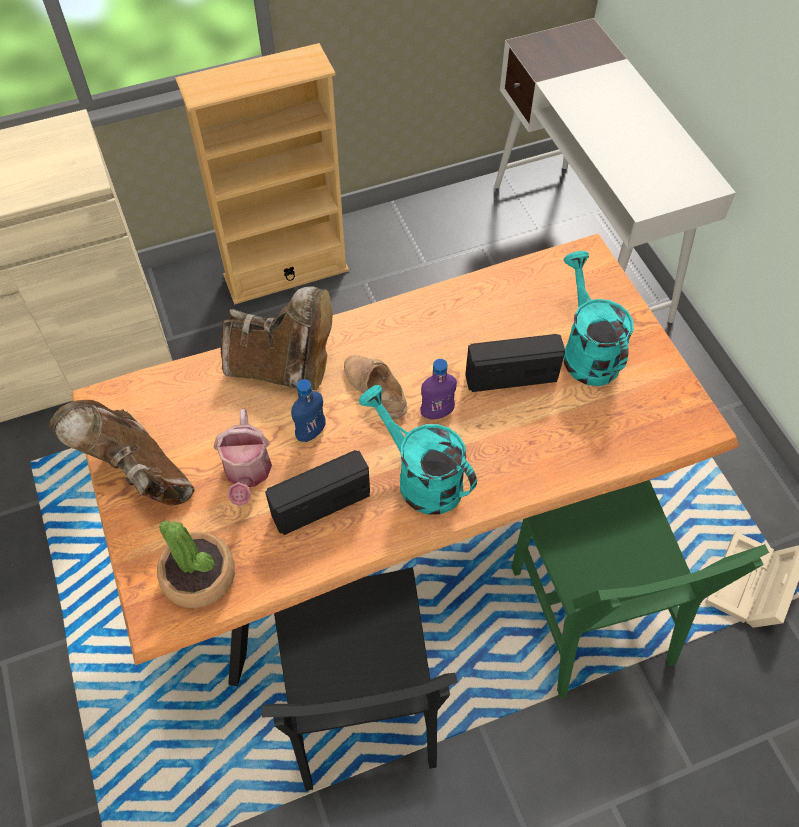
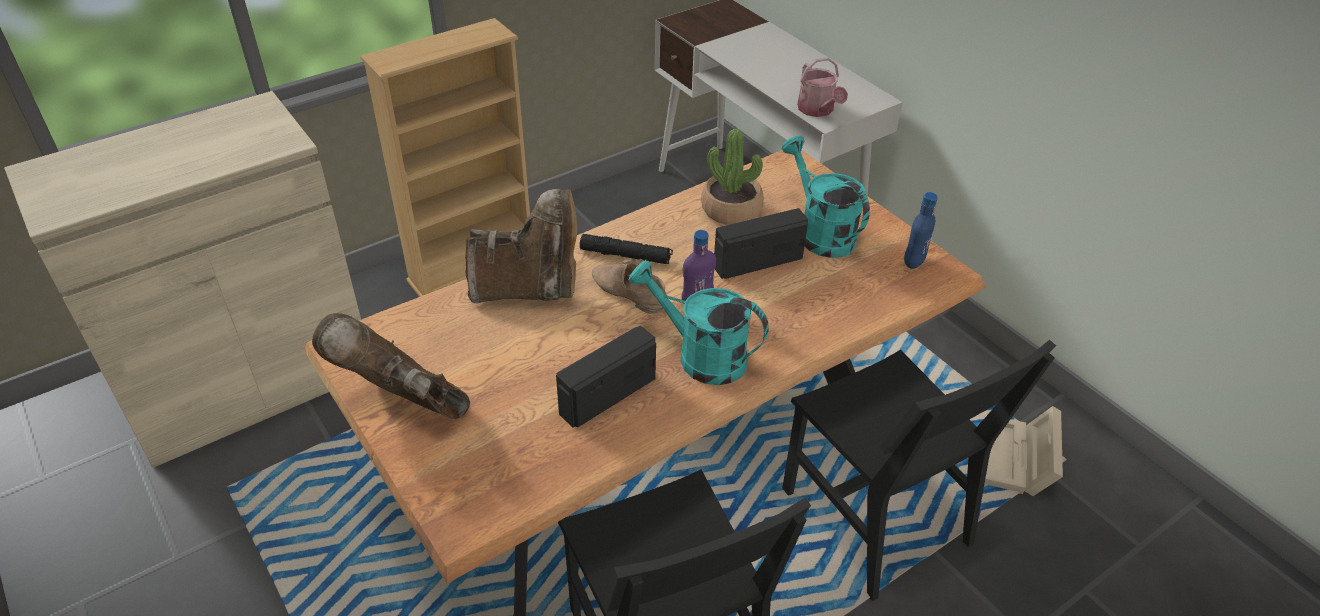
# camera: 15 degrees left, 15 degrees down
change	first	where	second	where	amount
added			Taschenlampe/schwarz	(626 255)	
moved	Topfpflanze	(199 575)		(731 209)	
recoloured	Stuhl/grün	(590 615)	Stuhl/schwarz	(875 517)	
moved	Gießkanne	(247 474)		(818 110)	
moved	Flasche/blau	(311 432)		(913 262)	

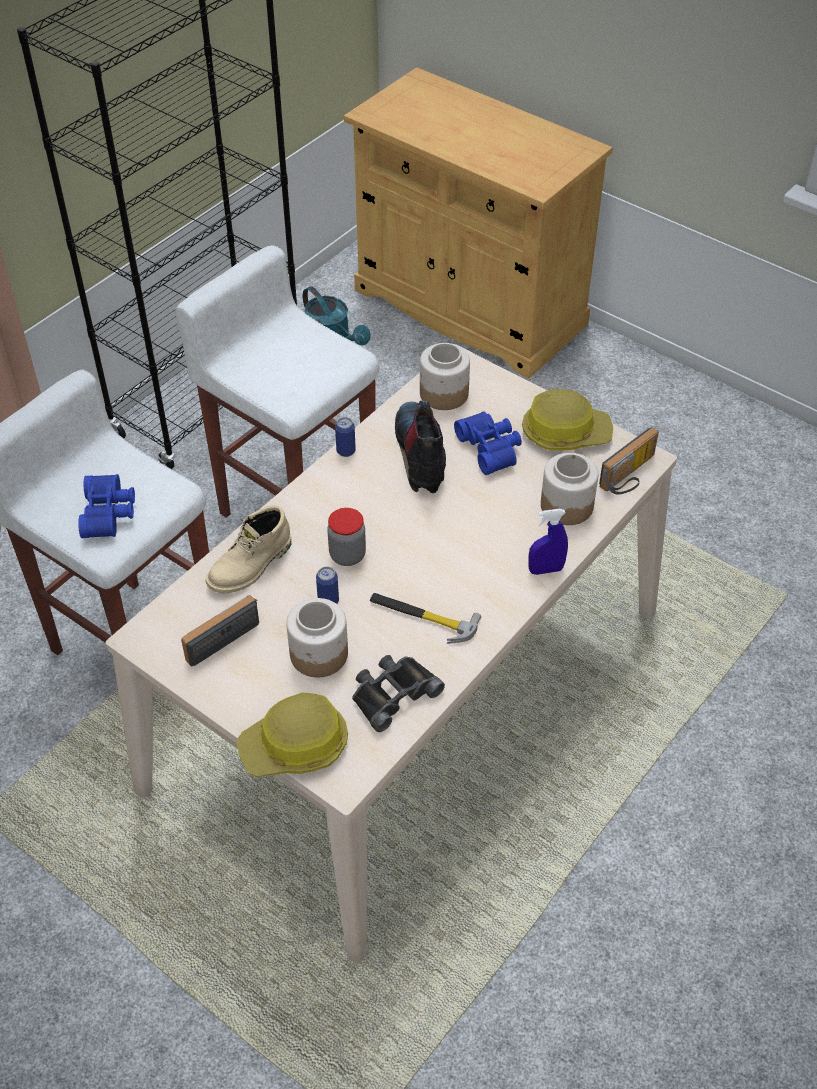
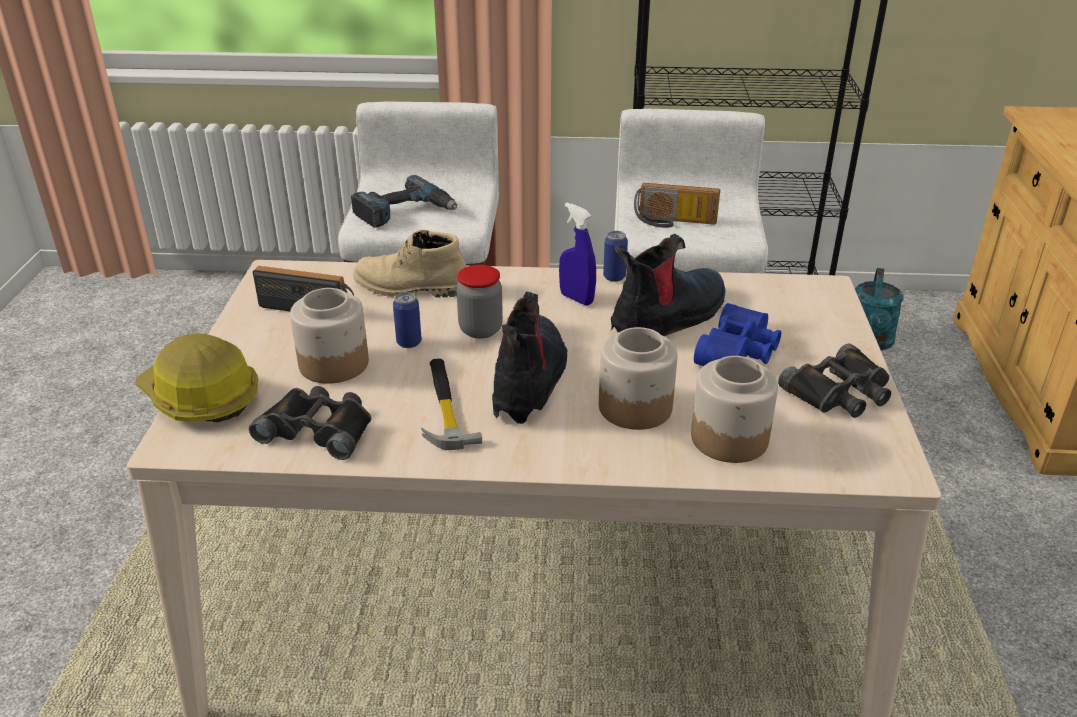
# camera: 55 degrees right, 15 degrees down
change	first	where	second	where	amount
replaced	Fernglas/blau	(110 513)	Bohrmaschine	(405 212)	
added			Stiefel	(529 379)	
moved	Sprühflasche/blau	(545 570)		(576 299)	
moved	Vorratsglas	(443 394)		(634 407)	
moved	Radio	(630 476)		(674 222)	
replaced	Schutzhelm	(565 432)	Fernglas/schwarz	(839 392)	

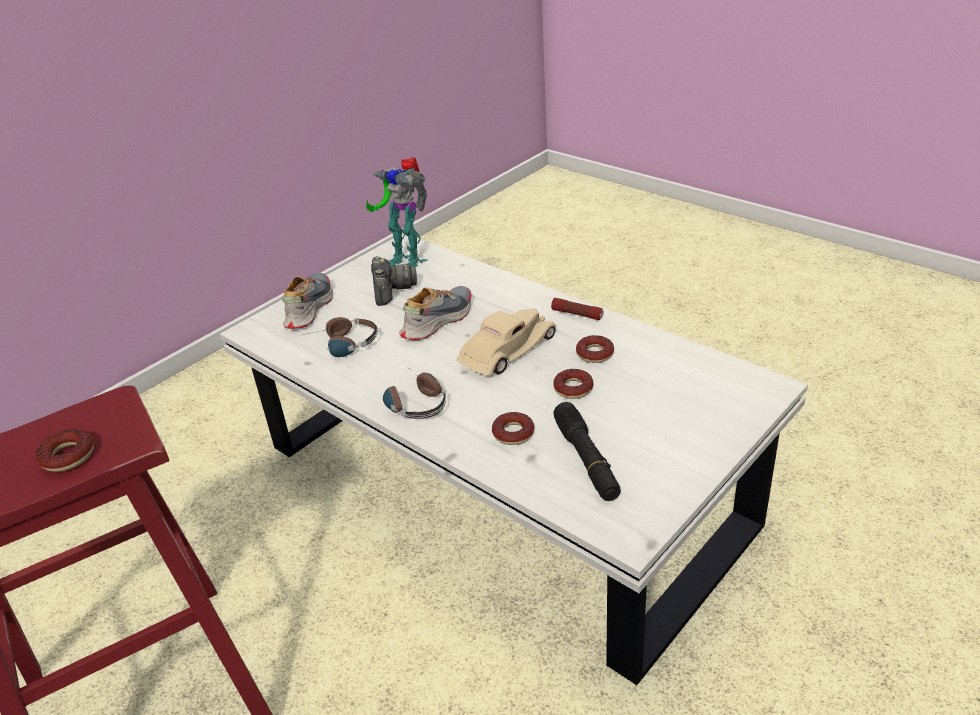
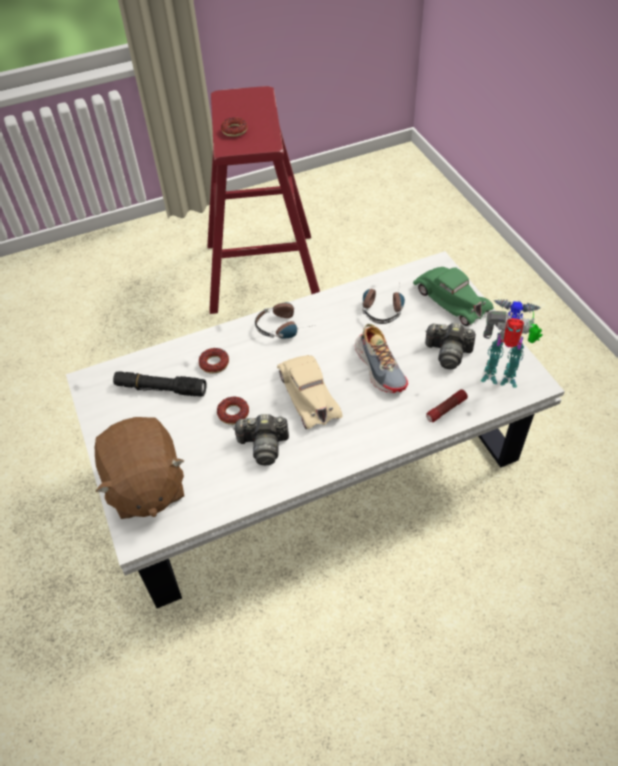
# camera: 115 degrees right, 15 degrees up
change	first	where	second	where	amount
added			Plüschtier/braun	(145 486)	
replaced	Donut	(595 353)	Kamera	(263 445)	
replaced	Schuh	(308 308)	Spielzeugauto/grün	(451 299)	
moved	Taschenlampe	(577 314)		(446 409)	
turned	Spielzeugroboter	(406 259)		(501 377)	45 degrees clockwise

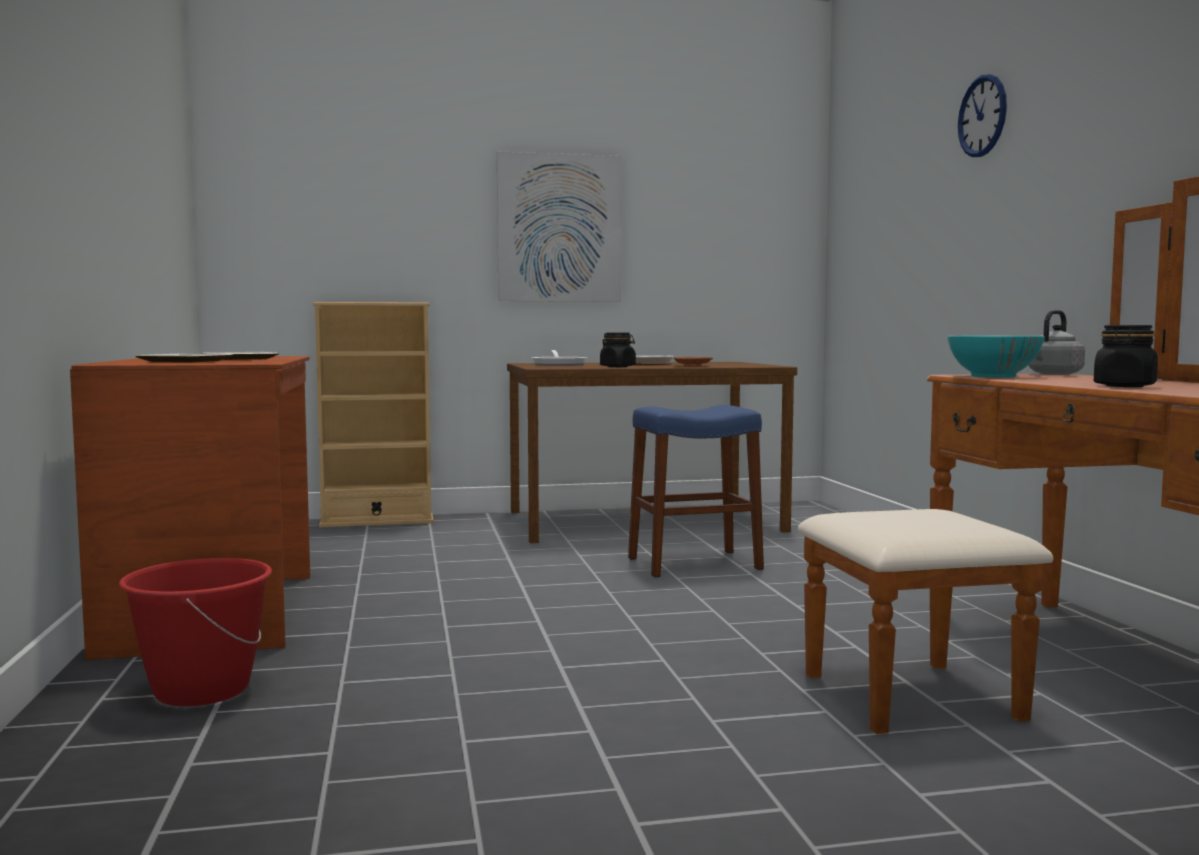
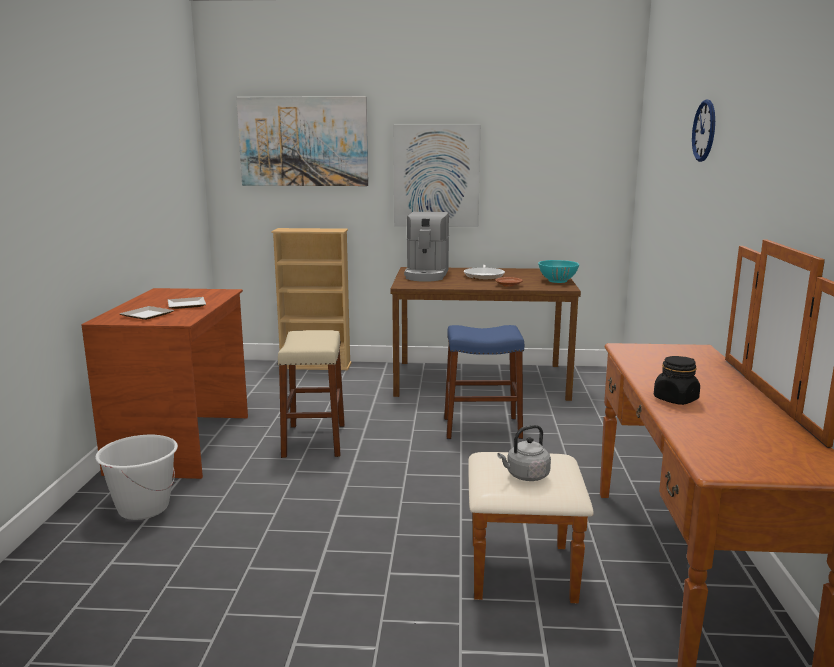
# camera: 15 degrees right, 10 degrees up
change	first	where	second	where	amount
recoloured	Eimer/rot	(201 690)	Eimer/weiß	(143 508)	
added			Bild	(303 141)	
added			Hocker/beige	(314 440)	
replaced	Pfanne	(559 364)	Kaffeemaschine	(426 275)	
moved	Wasserkessel/grau	(1053 374)		(525 476)	
moved	Schüssel/türkis	(993 376)		(557 281)	
removed	Vorratsglas/schwarz	(618 367)			

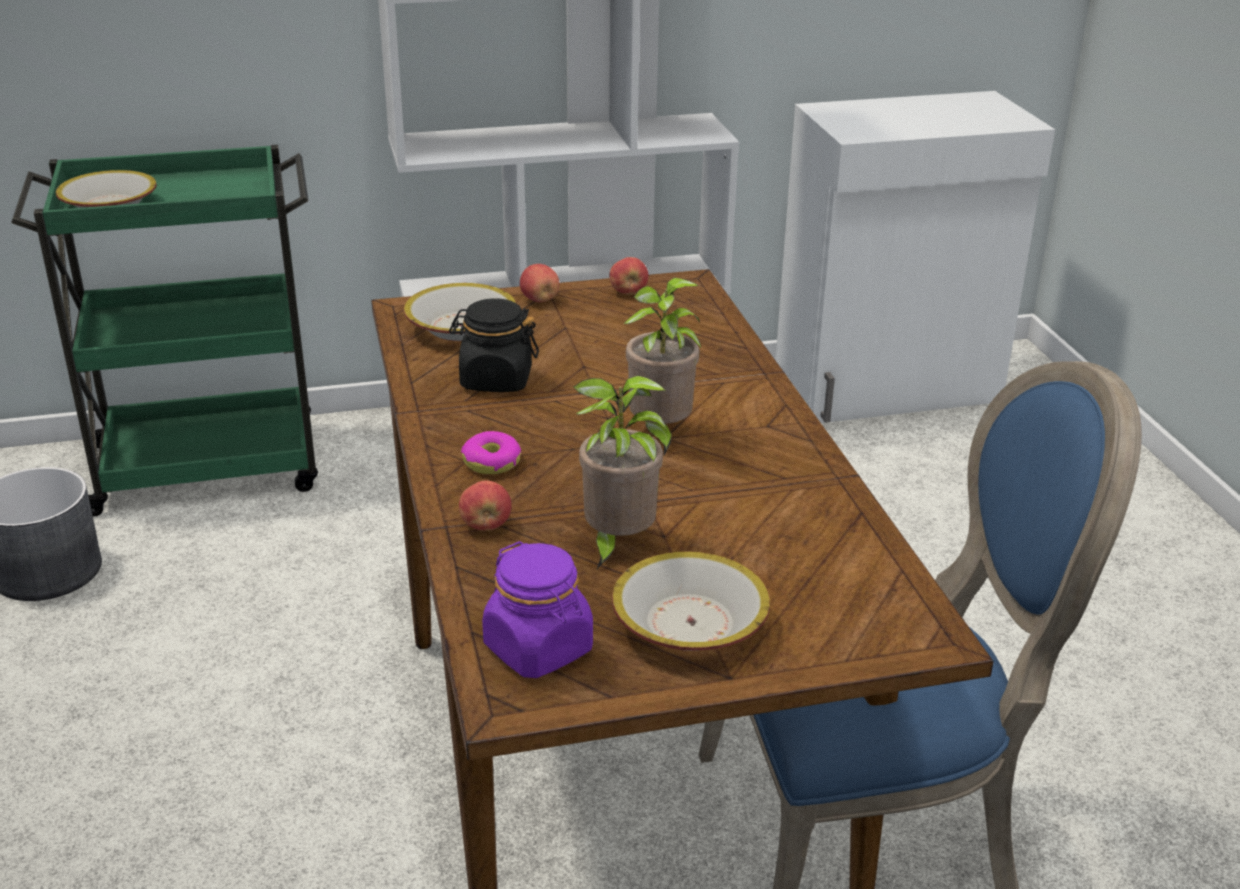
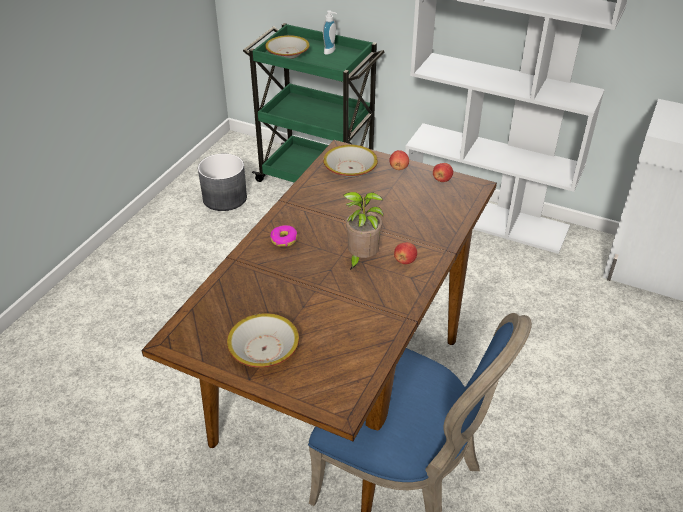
# camera: 40 degrees right, 10 degrees up
change	first	where	second	where	amount
added			Seifenspender	(331 51)	
moved	Apfel	(486 525)		(405 261)	
removed	Vorratsglas/schwarz	(495 380)			
removed	Vorratsglas/lila	(539 649)			
removed	Topfpflanze	(616 544)			

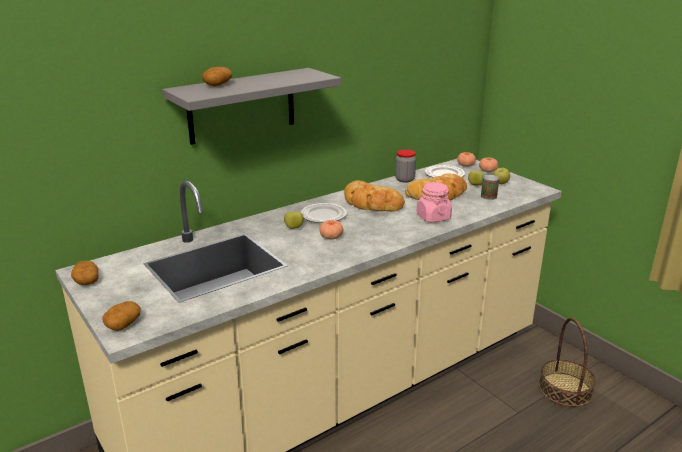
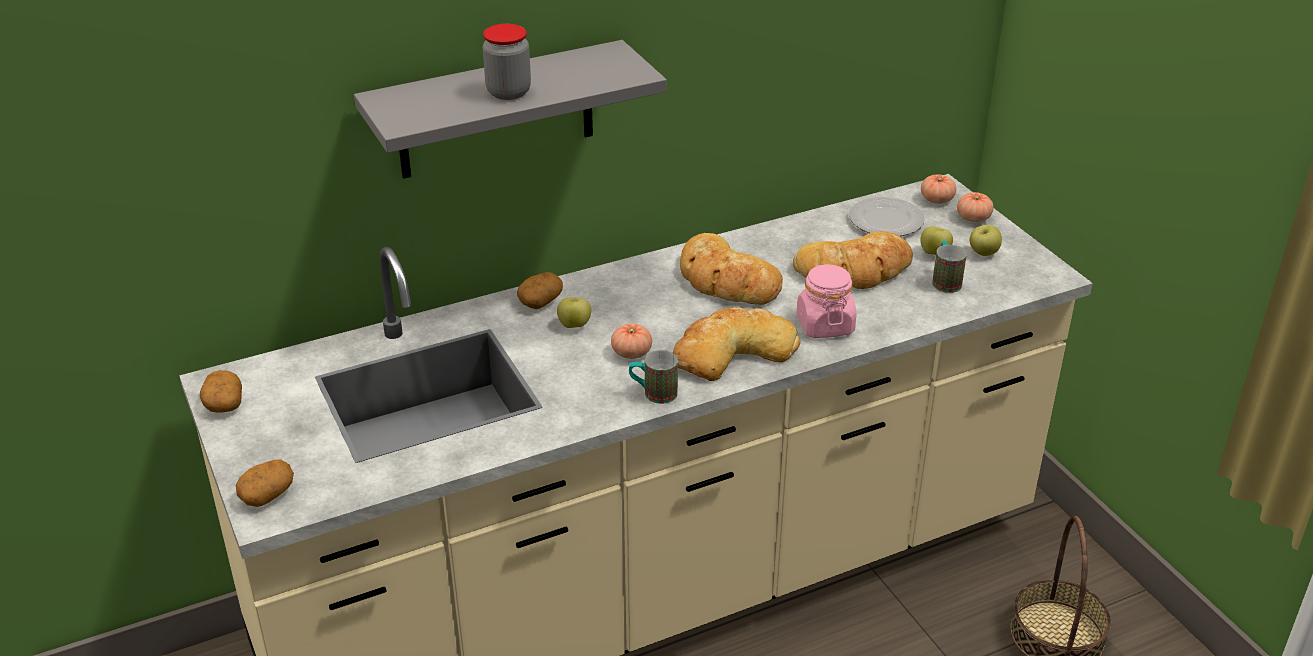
# camera: 10 degrees right, 10 degrees up
change	first	where	second	where	amount
moved	Vorratsglas	(404 179)		(508 92)	
moved	Kartoffel	(218 85)		(540 301)	
added			Henkelbecher	(653 393)	
added			Brot	(732 352)	
removed	Teller	(323 215)			

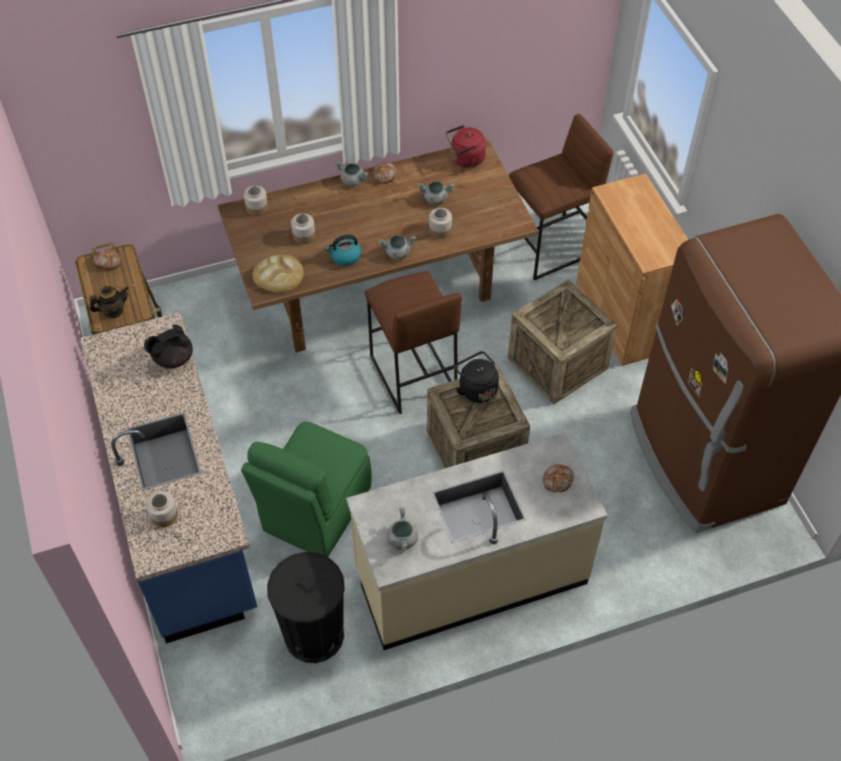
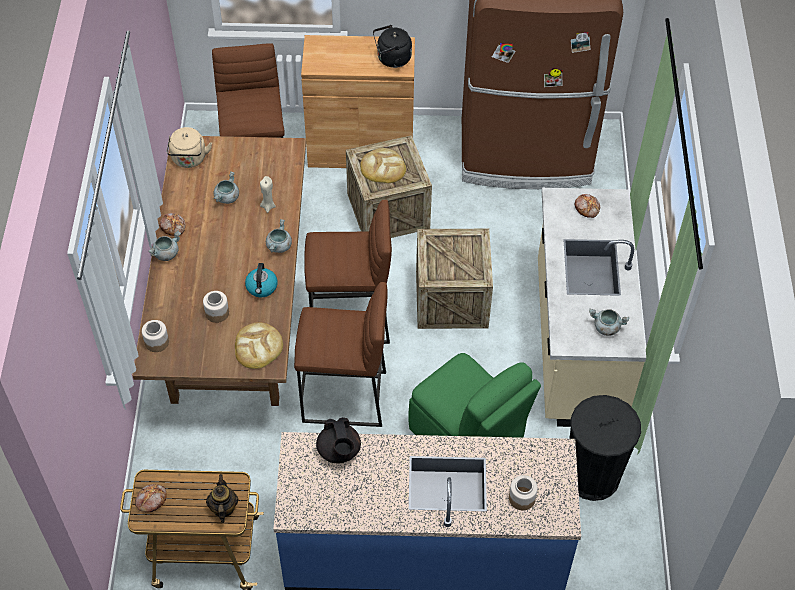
# camera: 70 degrees left, 0 degrees up
change	first	where	second	where	amount
recoloured	Wasserkessel/rot	(465 159)	Wasserkessel/beige	(189 160)	
replaced	Vorratsglas	(440 230)	Kerze/beige	(268 206)	
added			Hocker/braun	(344 397)	
added			Brot	(383 168)	
moved	Wasserkessel/schwarz	(476 388)		(392 59)	

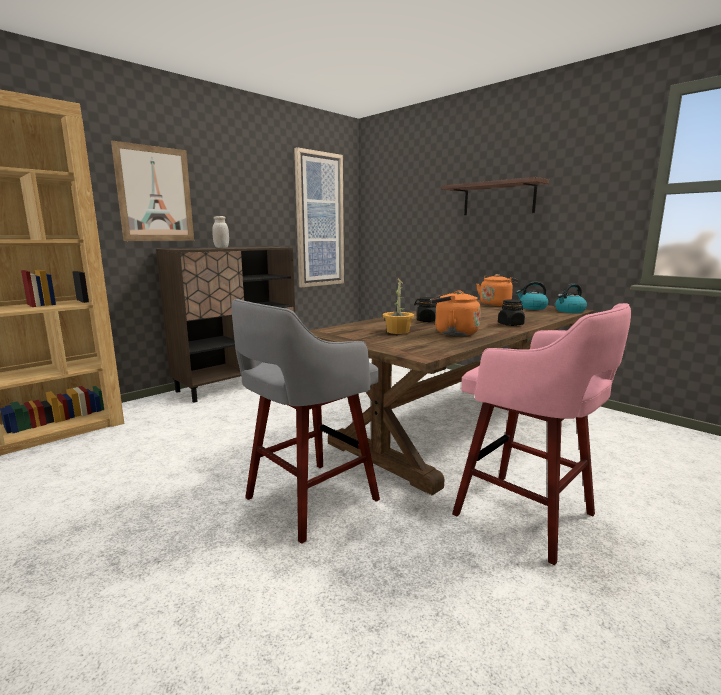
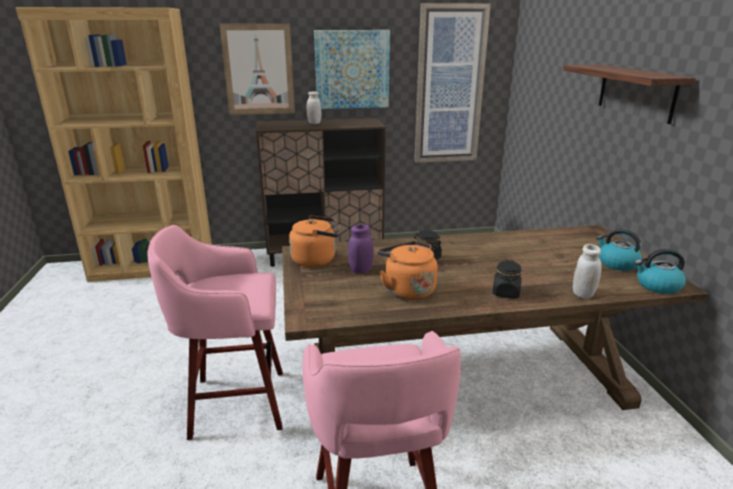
# camera: 35 degrees right, 10 degrees up
change	first	where	second	where	amount
recoloured	Hocker/grau	(308 500)	Hocker/rosa	(234 403)	
moved	Wasserkessel/orange	(495 304)		(316 259)	
added			Bild	(352 69)	
replaced	Topfpflanze	(397 331)	Vorratsglas/lila	(361 270)	
added			Vorratsglas/weiß	(583 294)	

